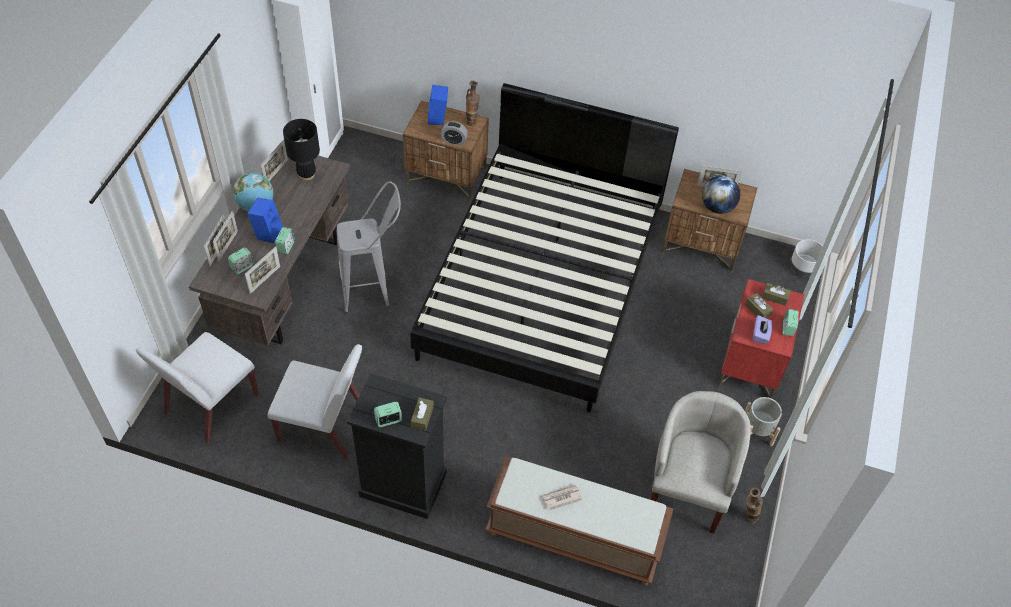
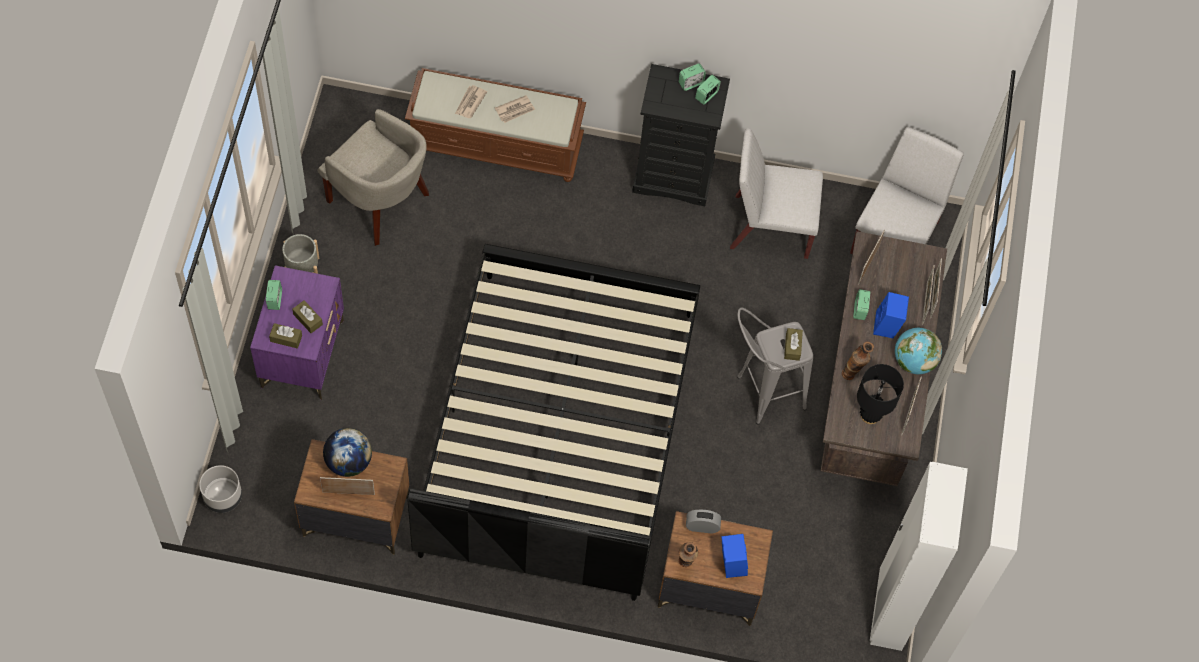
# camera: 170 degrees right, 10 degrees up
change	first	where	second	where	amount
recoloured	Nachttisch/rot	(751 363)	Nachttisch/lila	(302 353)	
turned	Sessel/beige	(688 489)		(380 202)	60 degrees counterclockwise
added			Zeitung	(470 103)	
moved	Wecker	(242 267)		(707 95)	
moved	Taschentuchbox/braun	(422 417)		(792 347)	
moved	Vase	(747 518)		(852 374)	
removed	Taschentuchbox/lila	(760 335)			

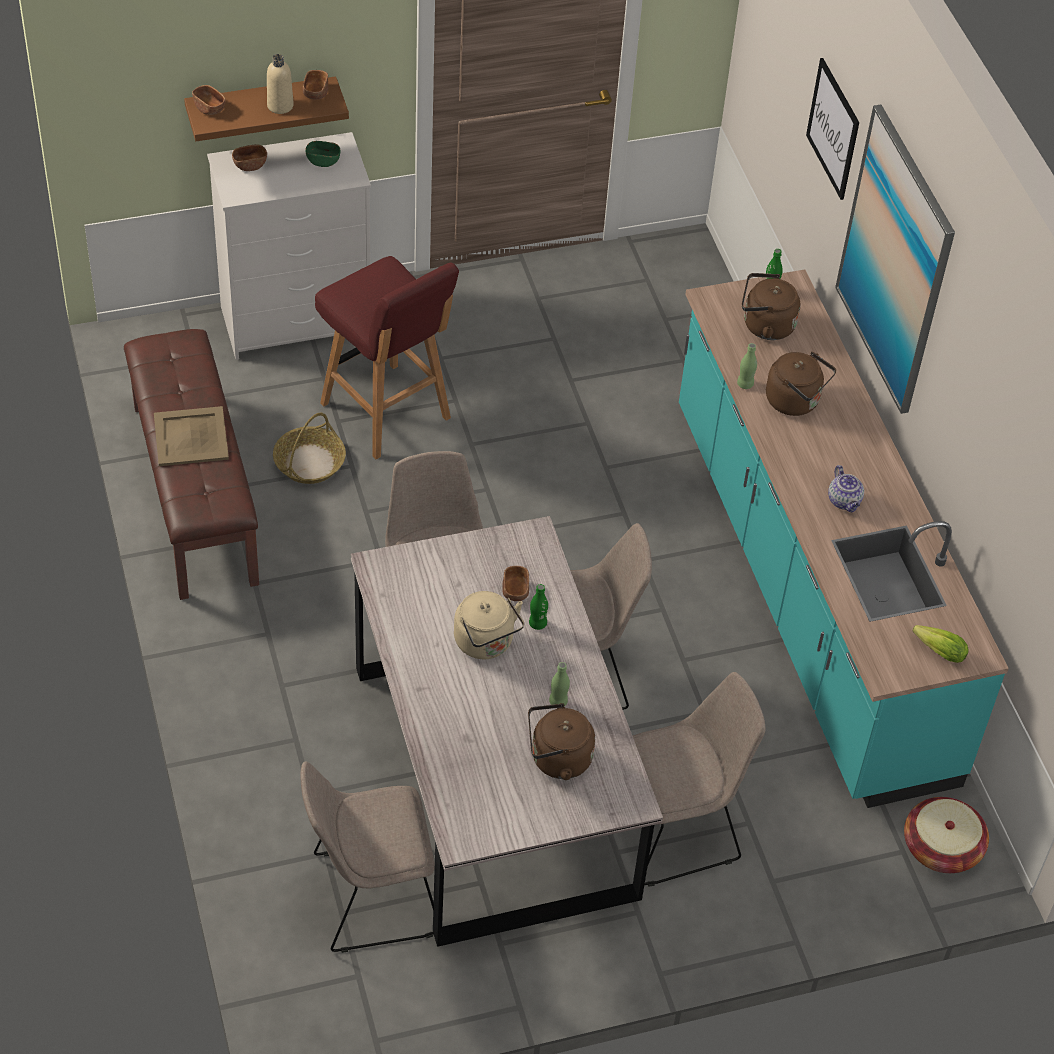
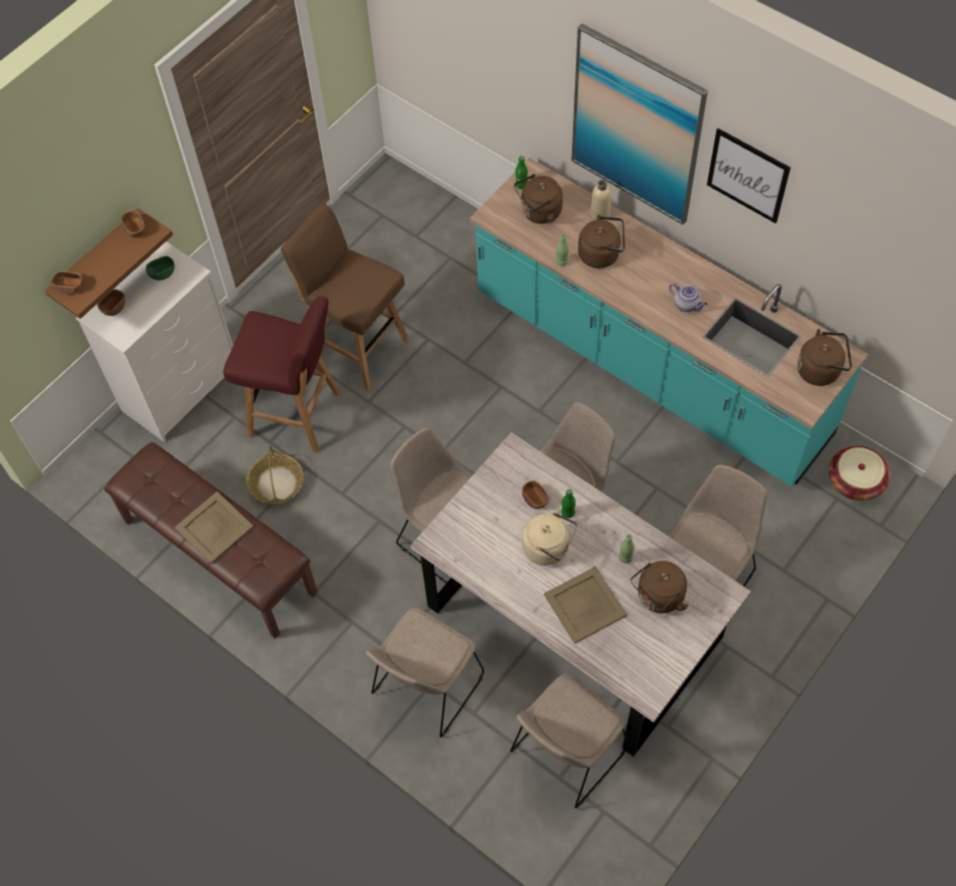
# camera: 30 degrees left, 10 degrees up
change	first	where	second	where	amount
added			Hocker/braun	(357 347)	
added			Stuhl/beige	(426 687)	
added			Tablett/beige	(585 605)	
moved	Flasche/beige	(280 106)		(600 214)	
moved	Bild	(833 128)		(748 175)	
replaced	Salatkopf	(936 650)	Wasserkessel/braun	(821 370)	

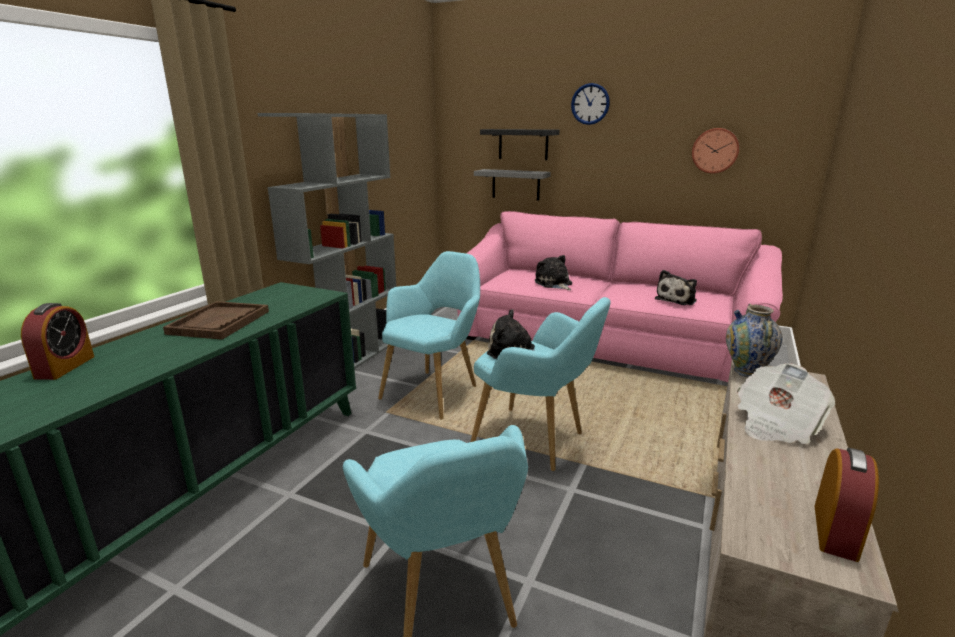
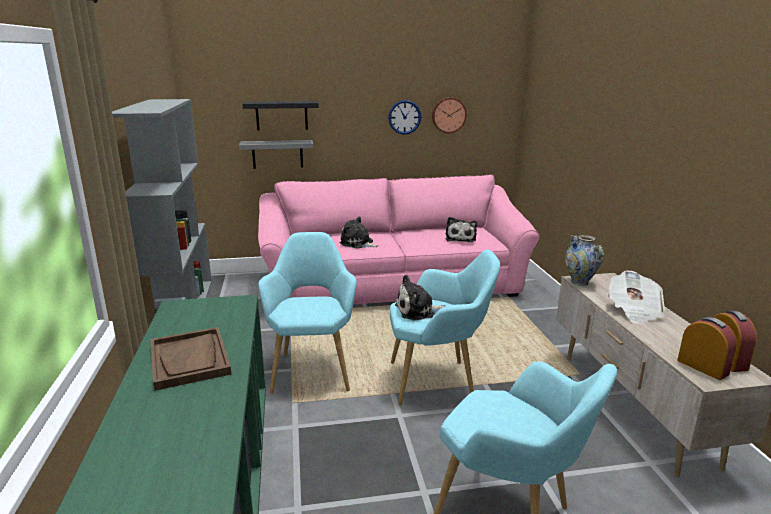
# camera: 35 degrees left, 0 degrees up
change	first	where	second	where	amount
moved	Wanduhr	(590 104)		(404 117)	
moved	Wecker	(65 367)		(702 367)	

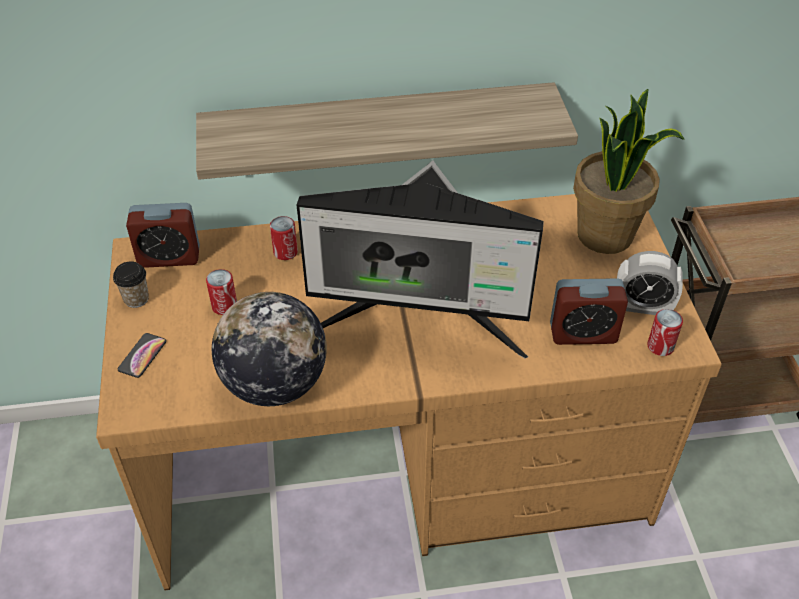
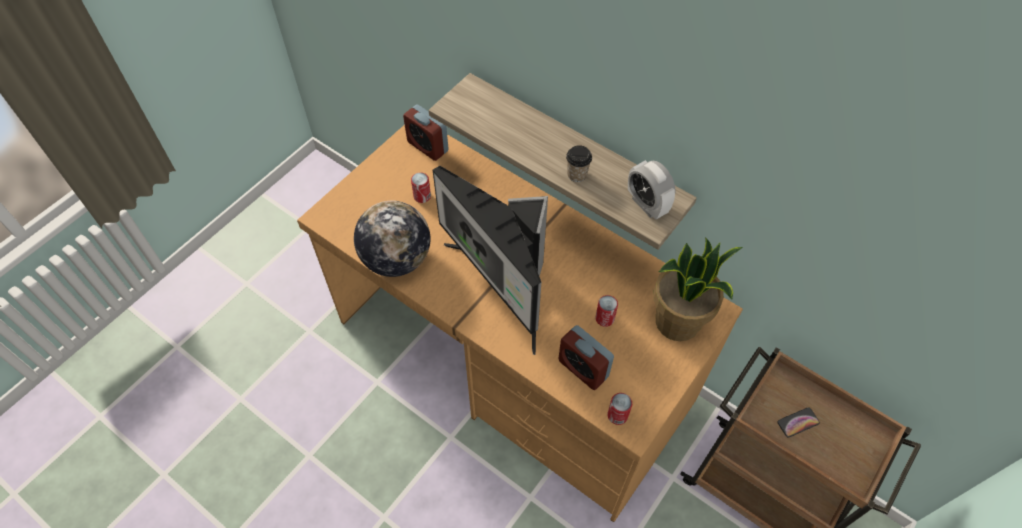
# camera: 45 degrees right, 10 degrees up
change	first	where	second	where	amount
moved	Tasse	(136 299)		(577 174)	
moved	Dose	(285 252)		(604 318)	
moved	Wecker	(642 306)		(646 205)	
moved	Handy	(142 356)		(798 422)	

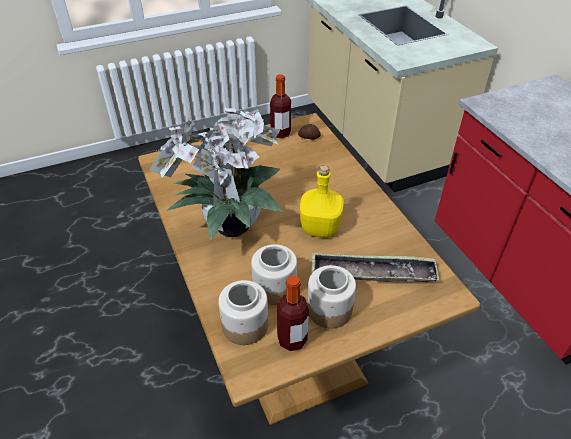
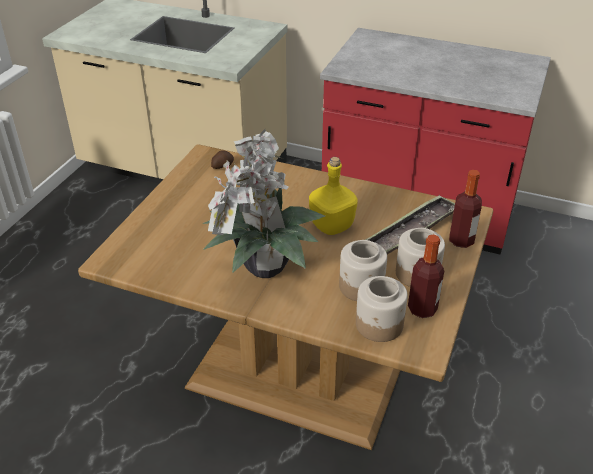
# camera: 45 degrees left, 5 degrees down
change	first	where	second	where	amount
moved	Flasche	(280 133)		(461 240)	

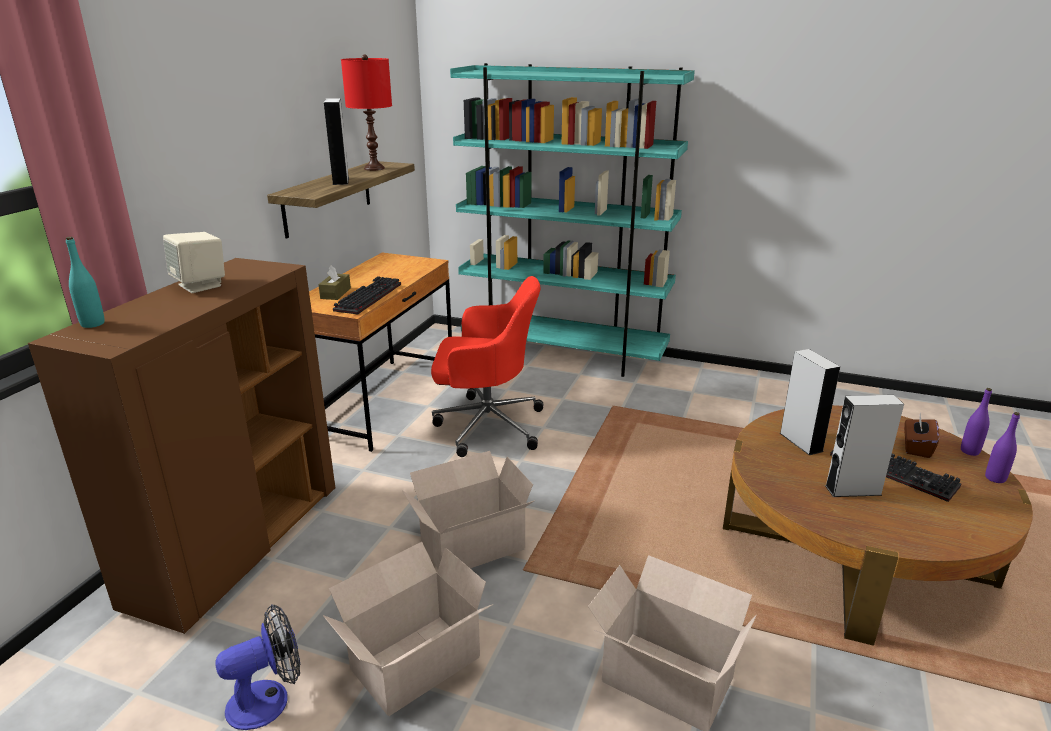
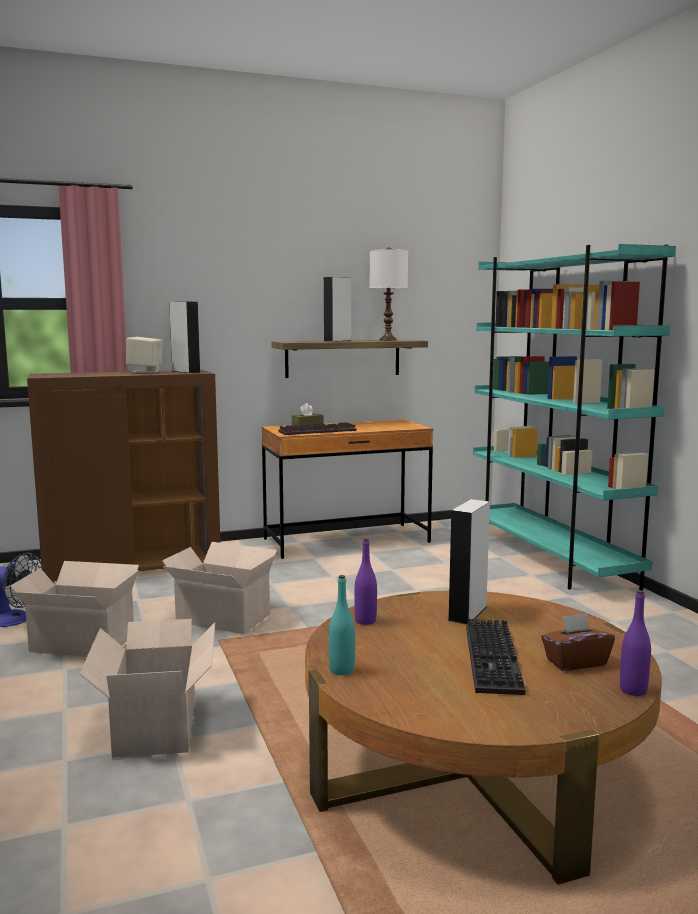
# camera: 50 degrees right, 15 degrees down
change	first	where	second	where	amount
moved	Lautsprecher/grau	(853 490)		(186 371)	
moved	Flasche/türkis	(93 324)		(342 670)	
moved	Flasche/lila	(995 478)		(365 621)	
recoloured	Tischlampe/rot	(374 168)	Tischlampe/weiß	(388 340)	
removed	Bürostuhl/rot	(486 425)			

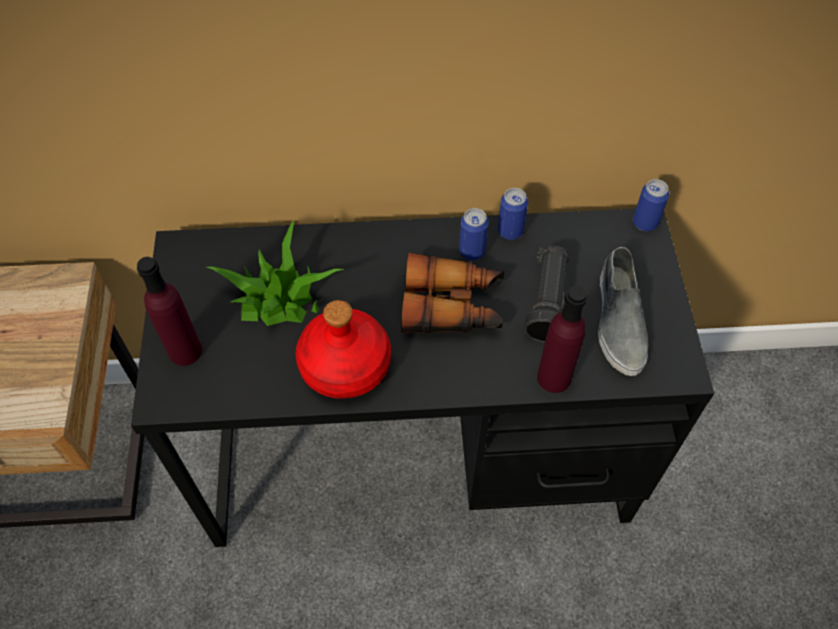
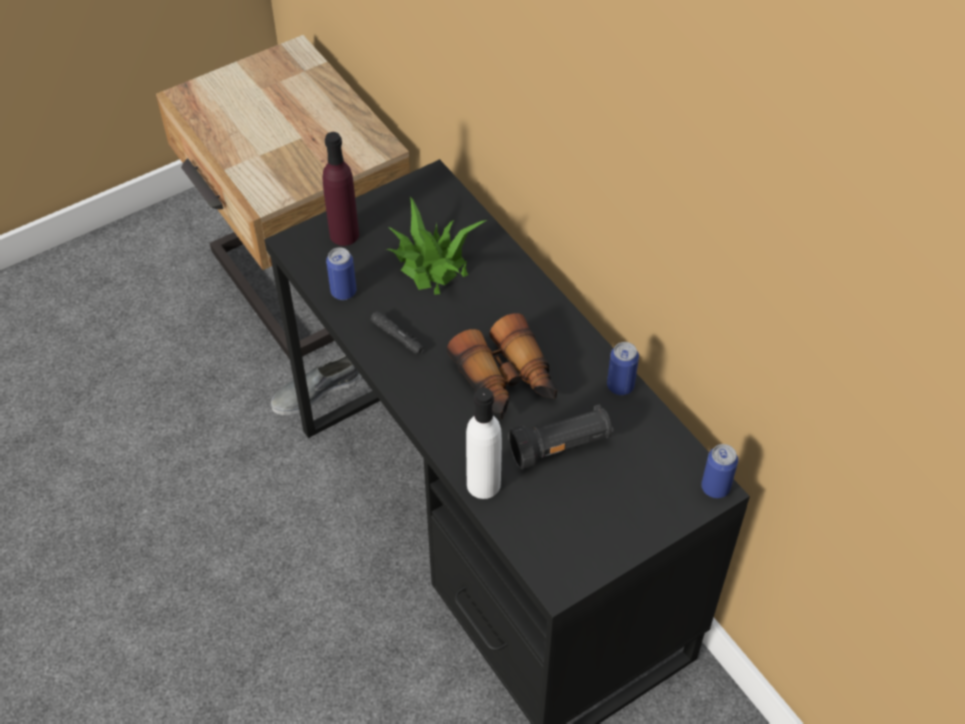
# camera: 60 degrees right, 5 degrees down
change	first	where	second	where	amount
moved	Schuh/grau	(619 320)		(316 391)	
moved	Dose	(472 251)		(343 292)	
replaced	Flasche/rot	(346 365)	Taschenlampe/schwarz	(398 337)	
recoloured	Flasche/lila	(554 377)	Flasche/weiß	(483 484)	

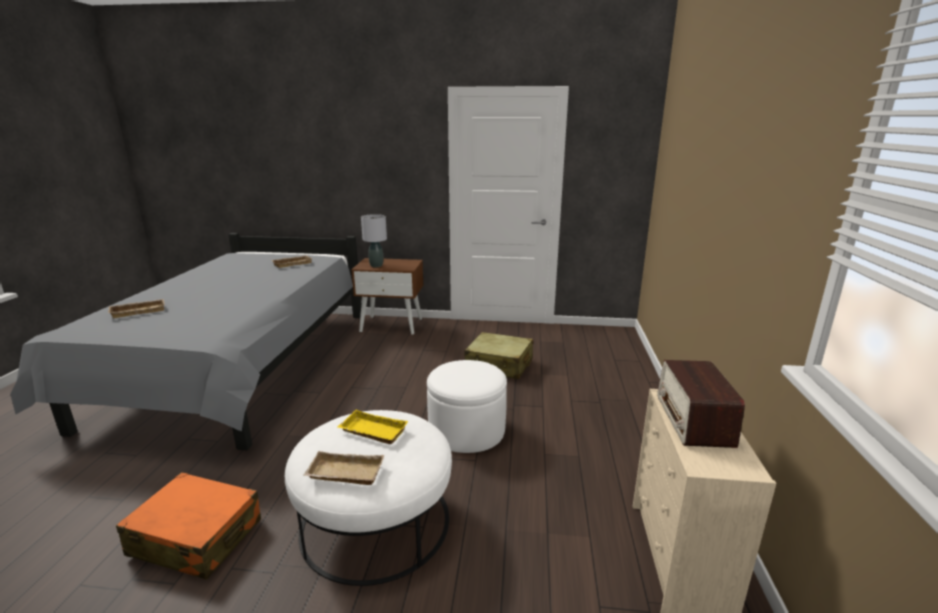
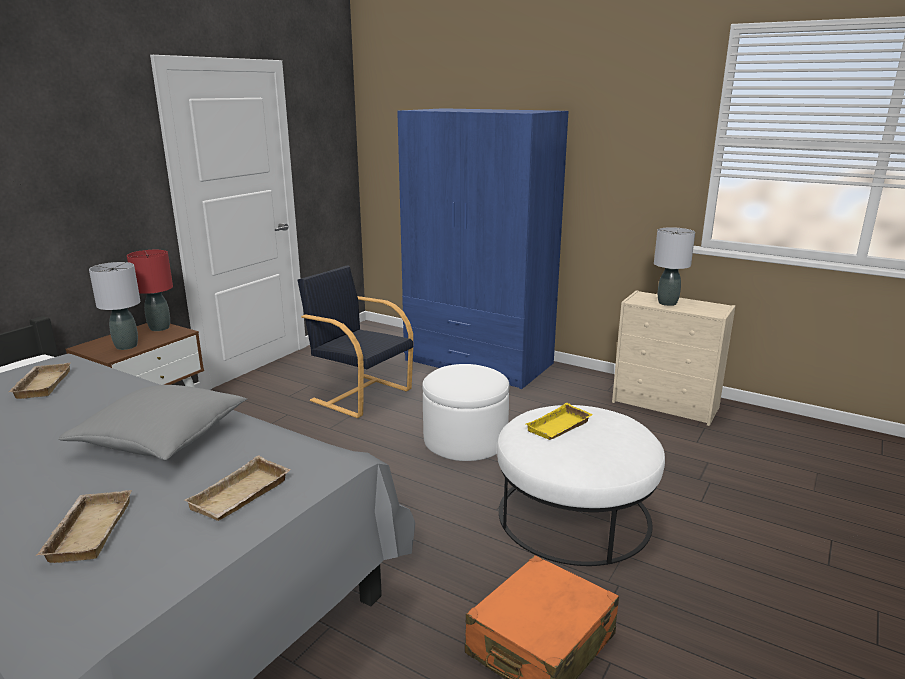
# camera: 65 degrees left, 0 degrees up
change	first	where	second	where	amount
added			Kissen/grau	(162 439)	
added			Tischlampe/rot	(159 328)	
moved	Tablett/beige	(343 474)		(241 496)	
replaced	Koffer/beige	(499 365)	Sessel/schwarz	(360 394)	
added			Kleiderschrank/blau	(478 362)	
replaced	Radio	(693 420)	Tischlampe/grau	(667 303)	

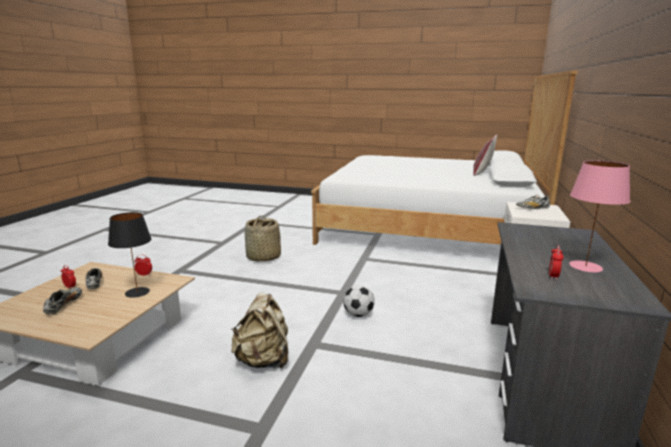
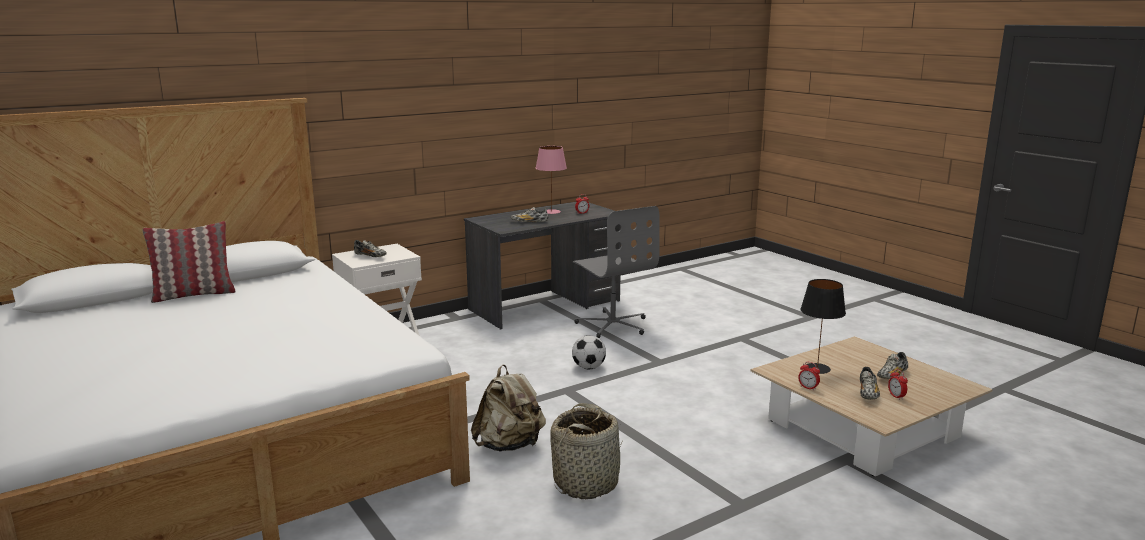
# camera: 140 degrees left, 0 degrees up
change	first	where	second	where	amount
moved	Rucksack/beige	(263 361)		(509 445)	
added			Schuh	(529 222)	
added			Bürostuhl/grau	(613 325)	

